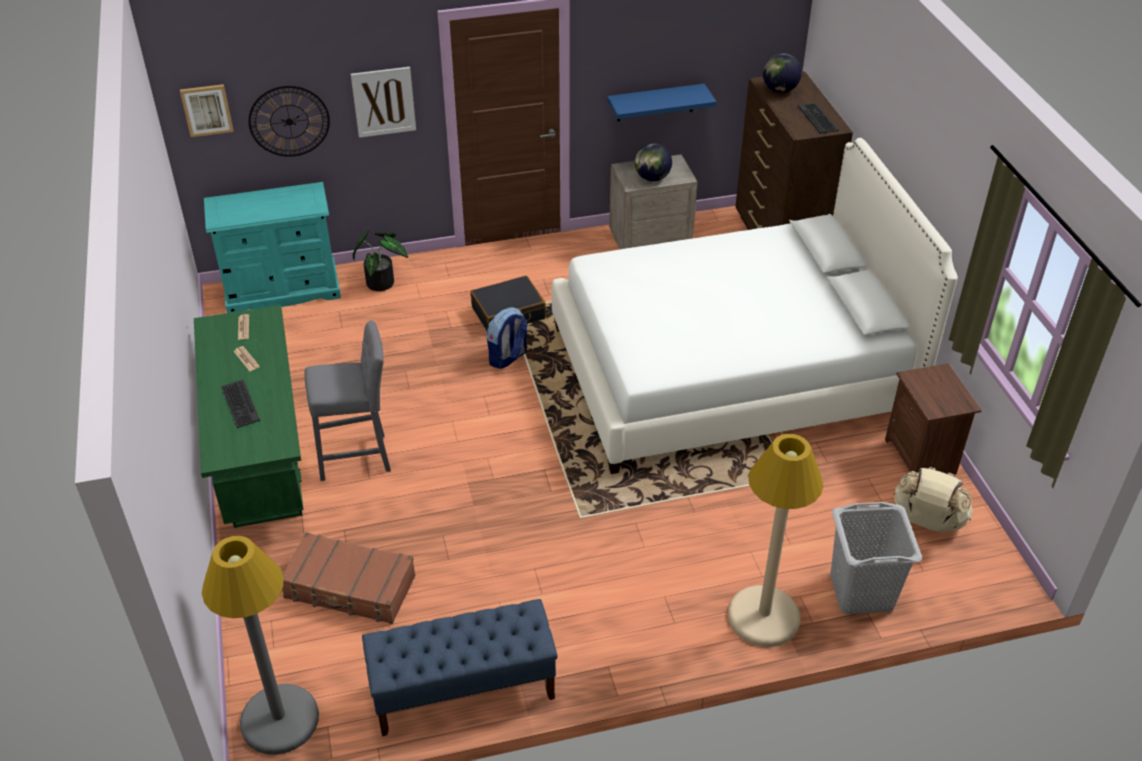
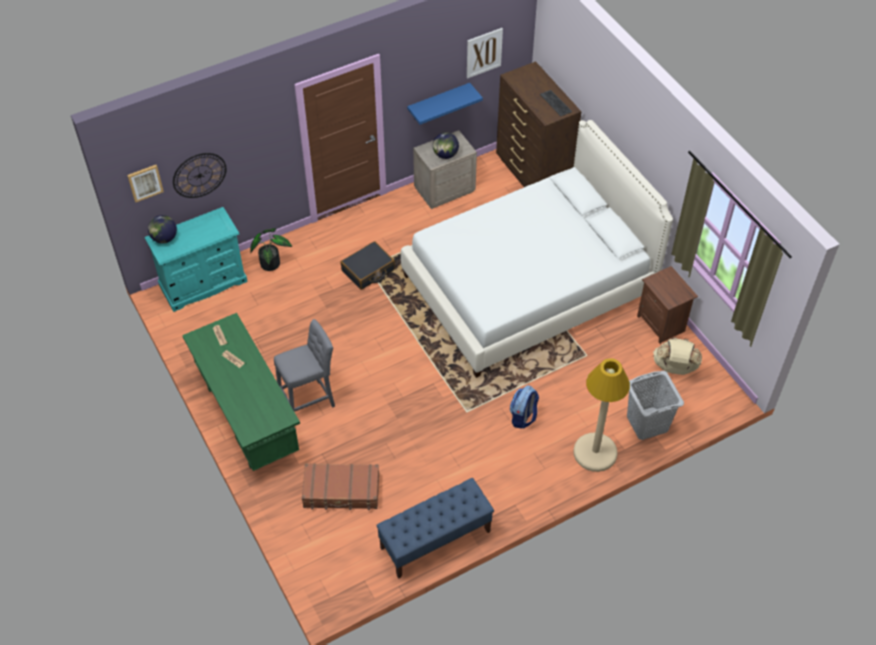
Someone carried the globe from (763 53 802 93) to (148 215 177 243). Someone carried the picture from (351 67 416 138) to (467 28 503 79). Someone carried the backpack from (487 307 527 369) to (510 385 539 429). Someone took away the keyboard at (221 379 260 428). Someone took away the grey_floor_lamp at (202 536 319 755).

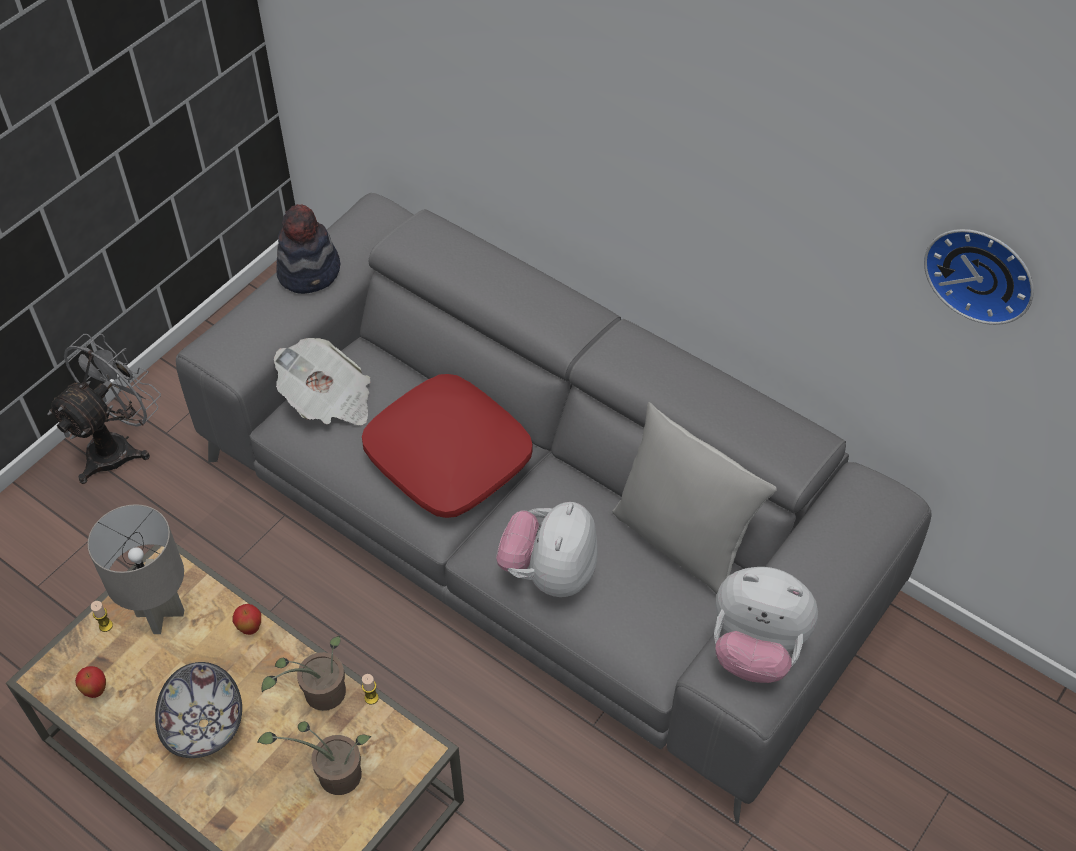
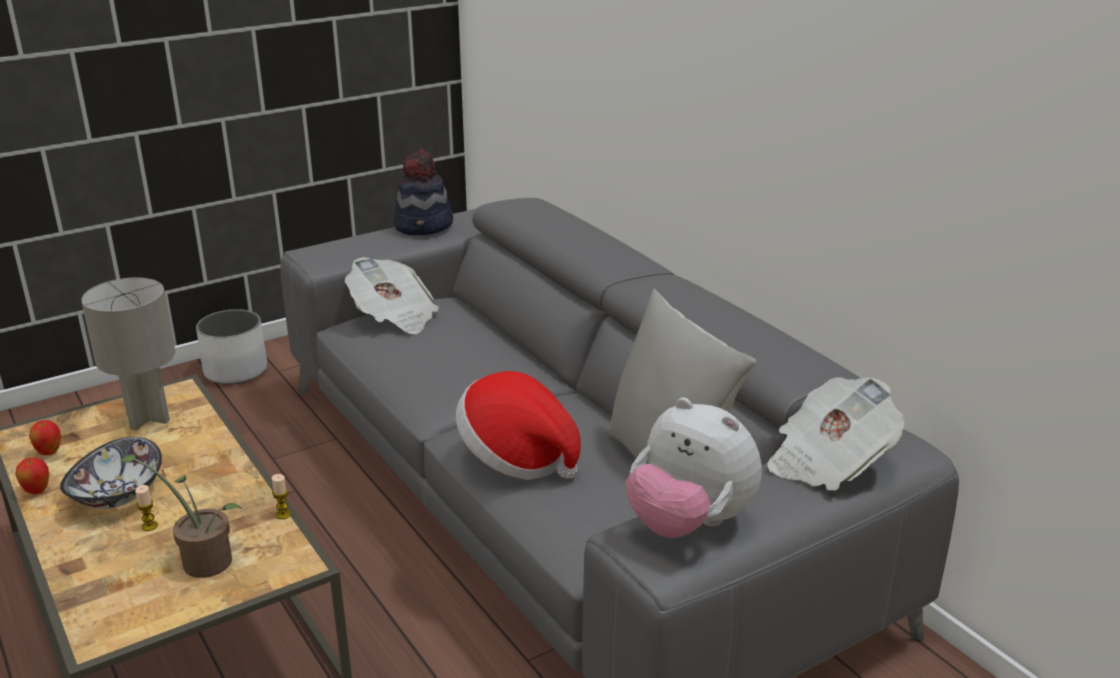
Someone took away the wall_clock at (924 229 1034 325). Someone swapped the grey_fan at (47 334 161 484) for the white_planter at (196 309 267 385). Someone took away the red_pillow at (362 374 533 518). Someone swapped the plush_toy at (496 502 598 597) for the hat at (456 371 581 480). Someone carried the candle from (91 601 113 632) to (135 485 158 531). Someone carried the apple from (232 604 261 635) to (15 457 49 494). Someone took away the potted_plant at (262 636 346 711). Someone put down the newspaper at (767 377 904 491).

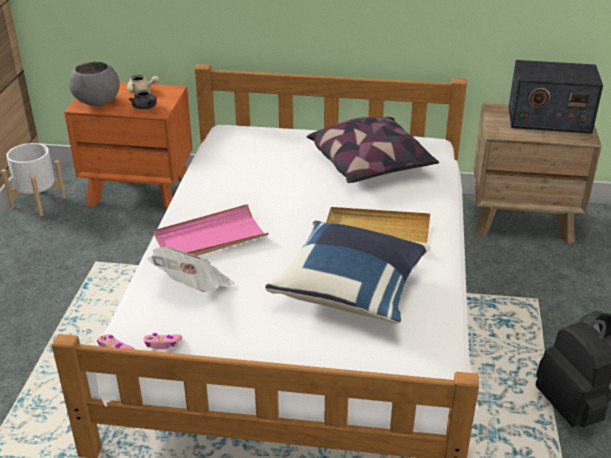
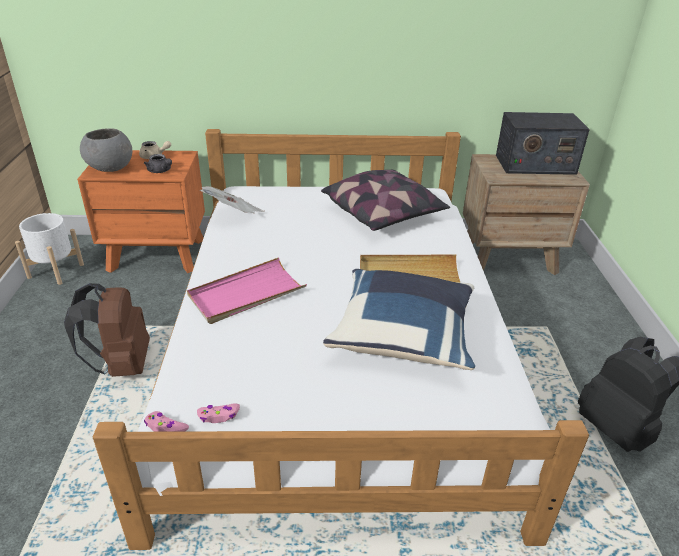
Someone carried the newspaper from (148 246 235 292) to (200 186 265 214). Someone put down the brown_backpack at (64 283 150 377).

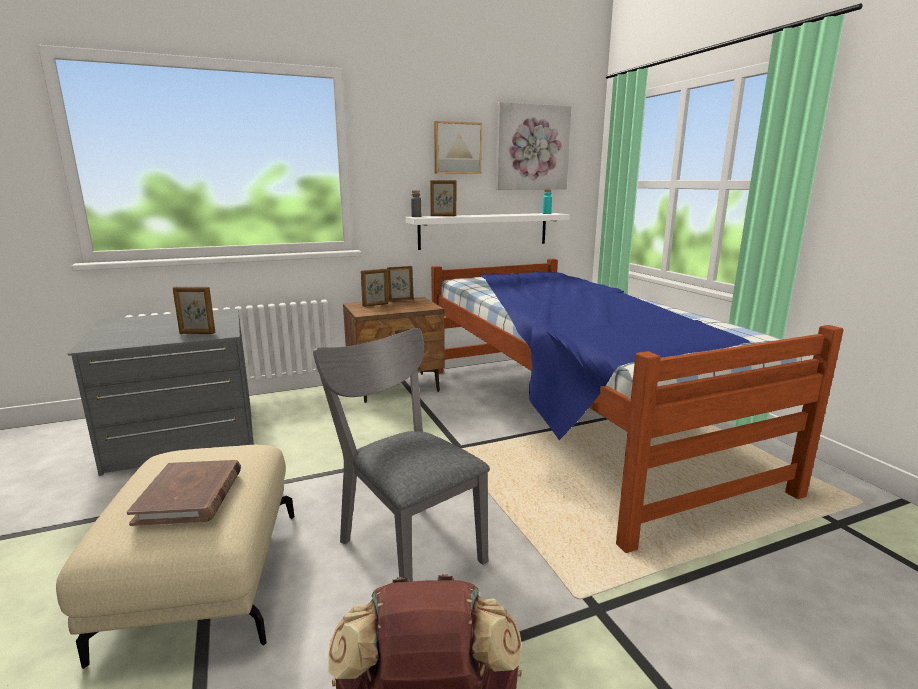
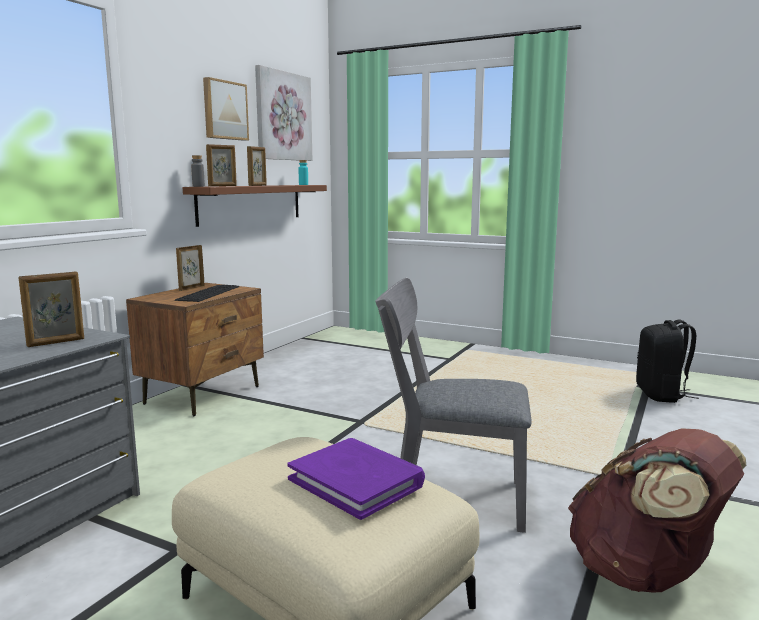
Someone repainted the white_shelf at (405 213 570 250), which became the brown_shelf at (183 185 327 227). Someone took away the bed at (431 259 843 553). Someone carried the picture_frame from (361 269 388 307) to (247 146 267 186). Someone repainted the brown_book at (127 460 241 526), which became the purple_book at (287 438 425 520). Someone put down the keyboard at (175 285 239 302). Someone put down the black_backpack at (636 319 699 403).

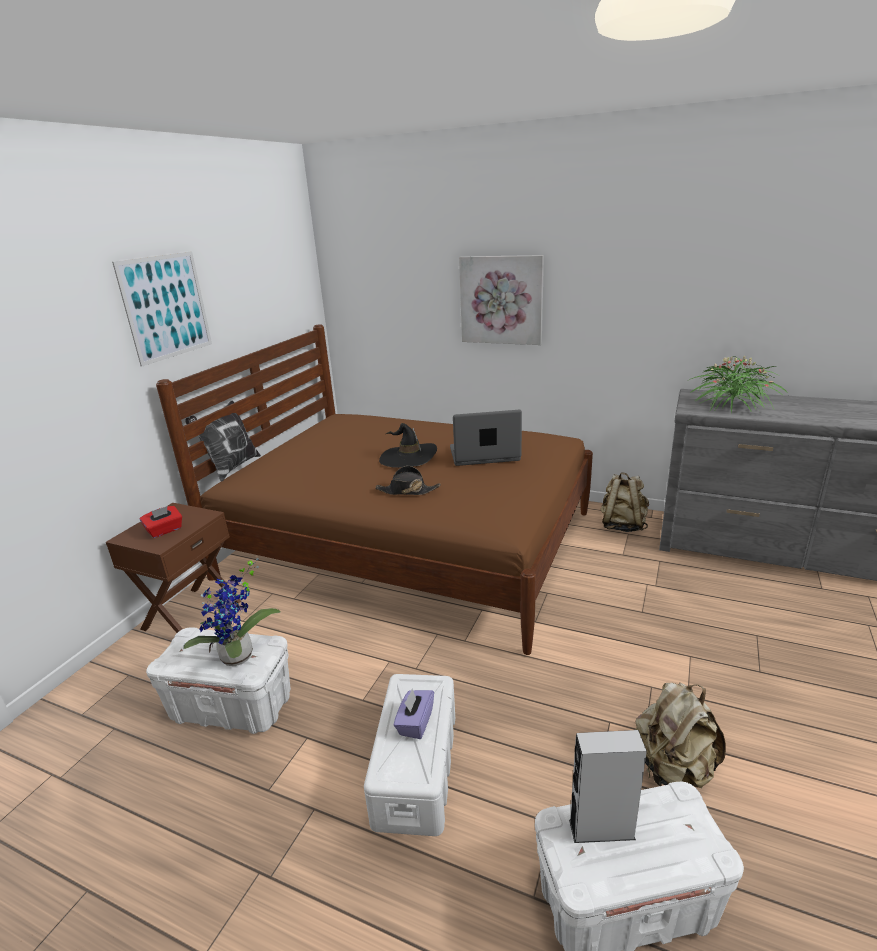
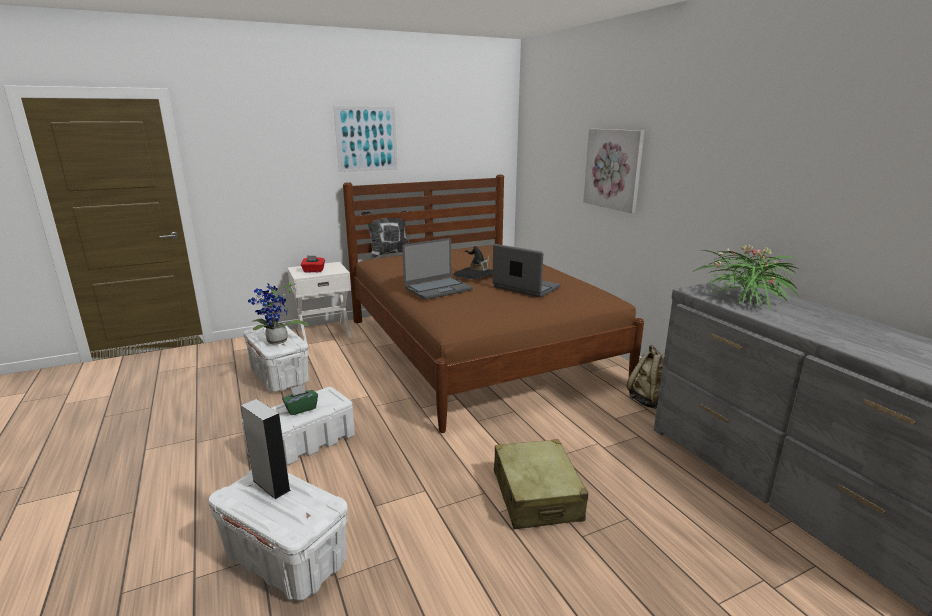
Someone swapped the black_hat at (375 466 440 495) for the laptop at (402 238 473 300). Someone repainted the brown_nightstand at (106 503 241 633), which became the white_nightstand at (287 262 352 342). Someone took away the beige_backpack at (636 682 726 788). Someone repainted the purple_tissue_box at (394 689 434 739), which became the green_tissue_box at (282 384 318 415). Someone put down the beige_suitcase at (494 439 589 529).

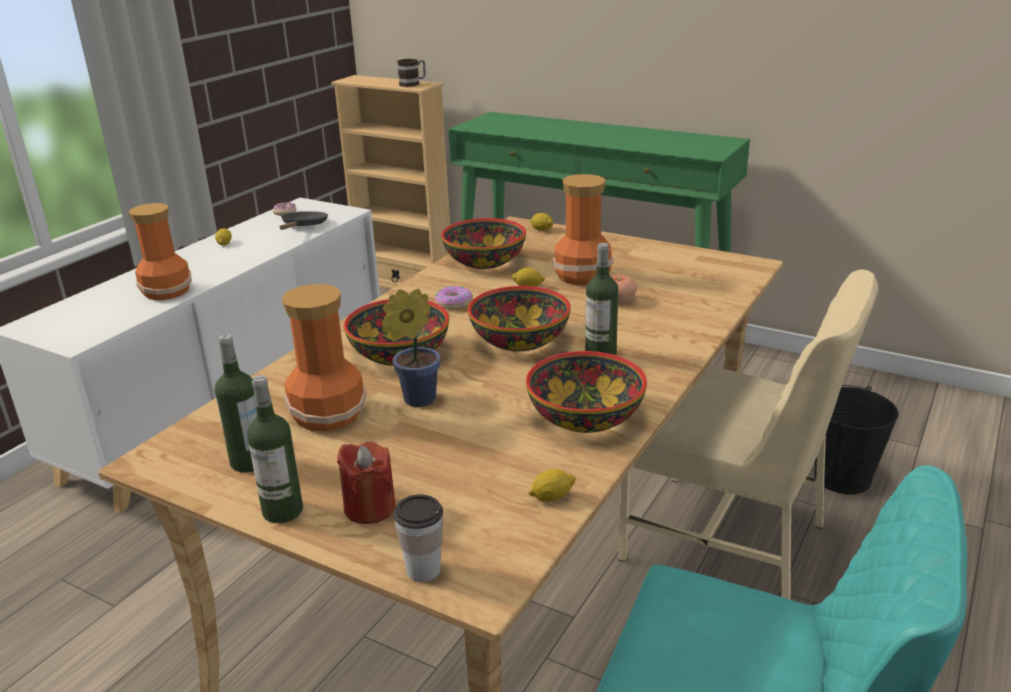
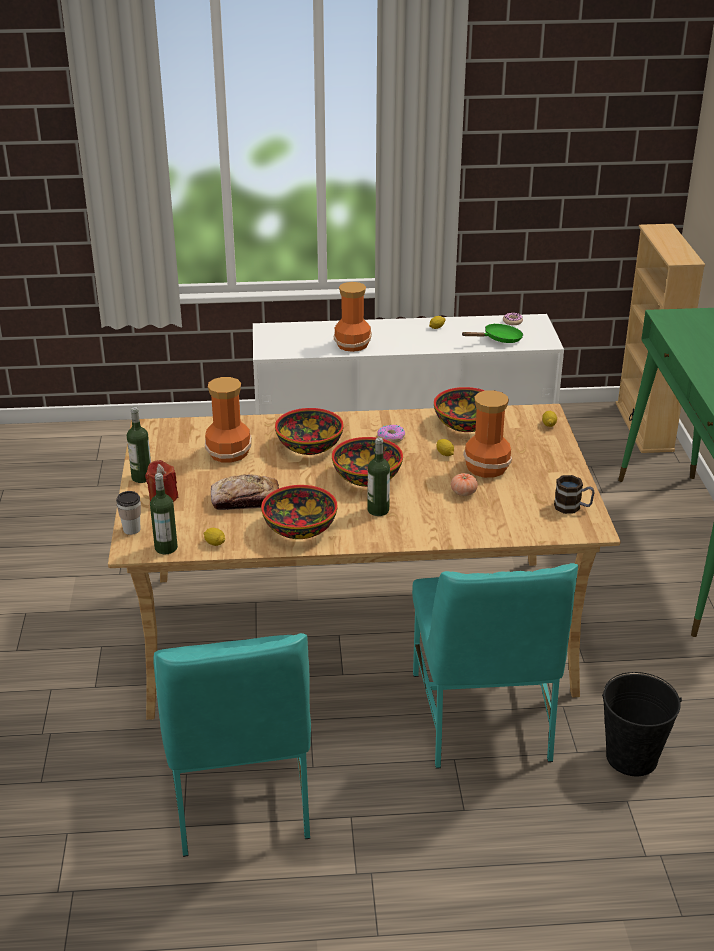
Someone carried the mug from (397 59 425 87) to (554 475 595 514). Someone repainted the black_frying_pan at (280 211 328 230), which became the green_frying_pan at (461 323 523 343). Someone repainted the beige_chair at (618 270 878 599), which became the turquoise_chair at (412 563 578 769). Someone took away the potted_plant at (382 289 441 407). Someone carried the bottle from (215 334 257 473) to (150 473 178 554). Someone put down the bread at (211 474 279 510).

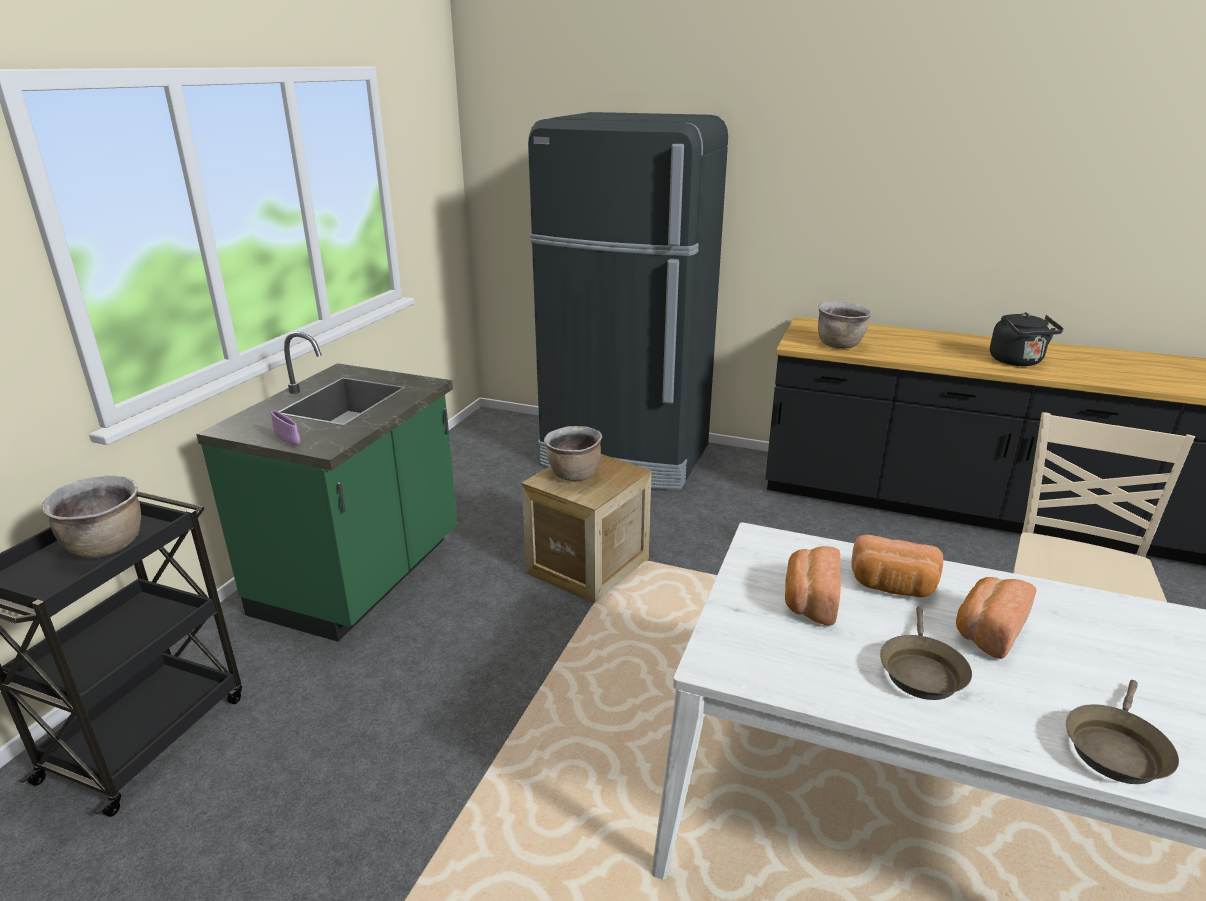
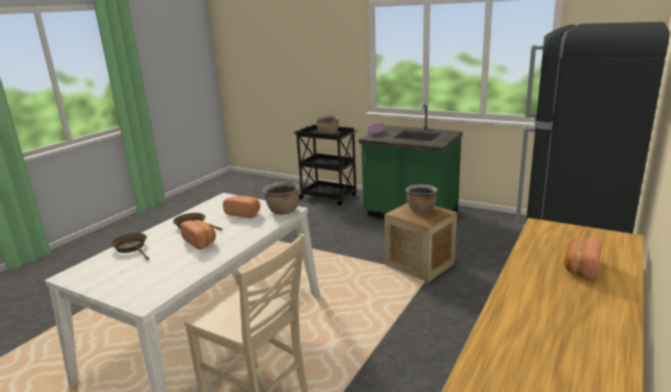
Someone carried the brown_cooking_pot from (818 301 872 349) to (263 181 299 214). Someone took away the black_kettle at (990 312 1064 366). Someone carried the bread from (851 535 943 597) to (564 237 602 280).

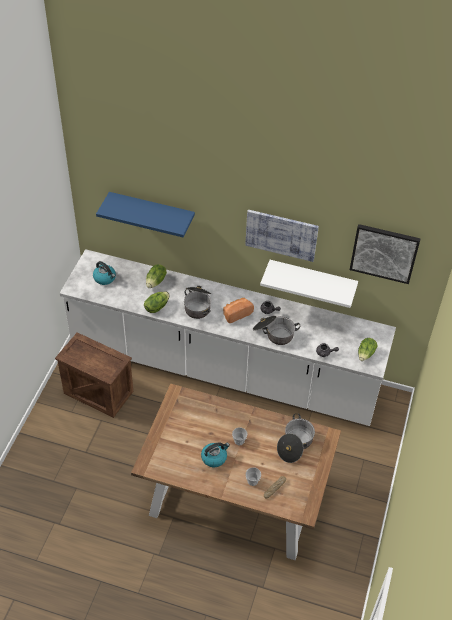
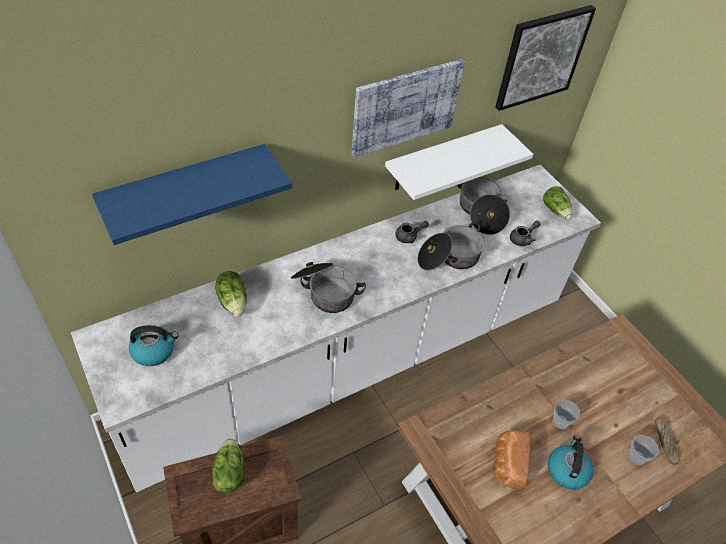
Someone carried the lettuce from (144 292 170 313) to (212 438 244 493). Someone carried the bread from (223 298 254 323) to (493 430 531 491). Someone carried the cooking_pot from (277 413 315 463) to (457 177 510 235).

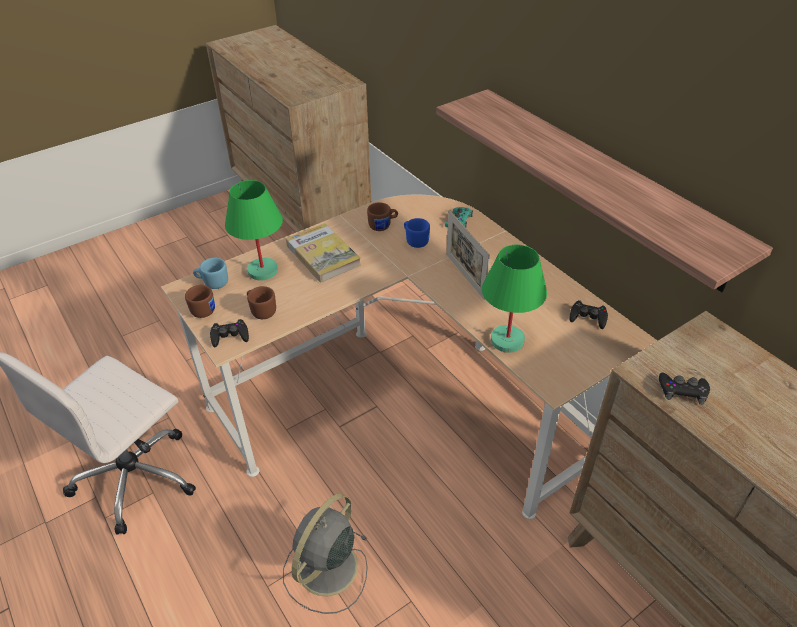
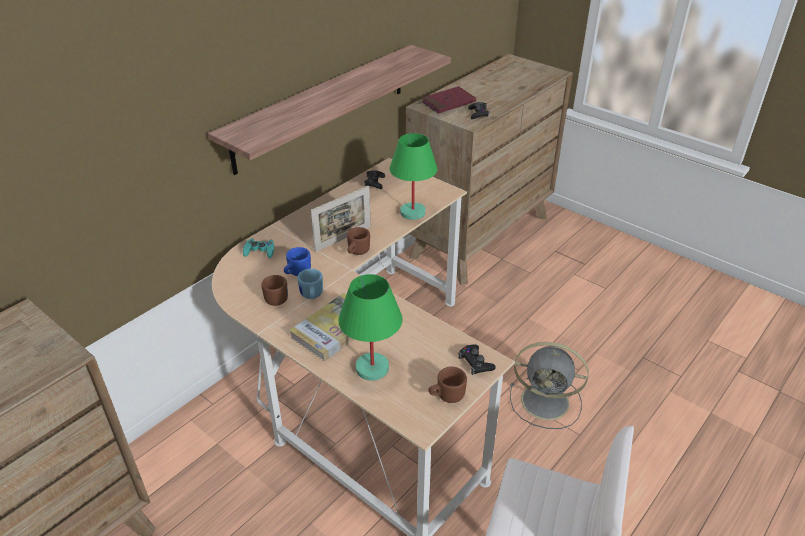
Someone carried the blue_mug from (193 258 228 289) to (297 269 323 299). Someone carried the brown_mug from (247 286 276 319) to (347 227 370 255). Someone put down the red_book at (422 86 476 114).

